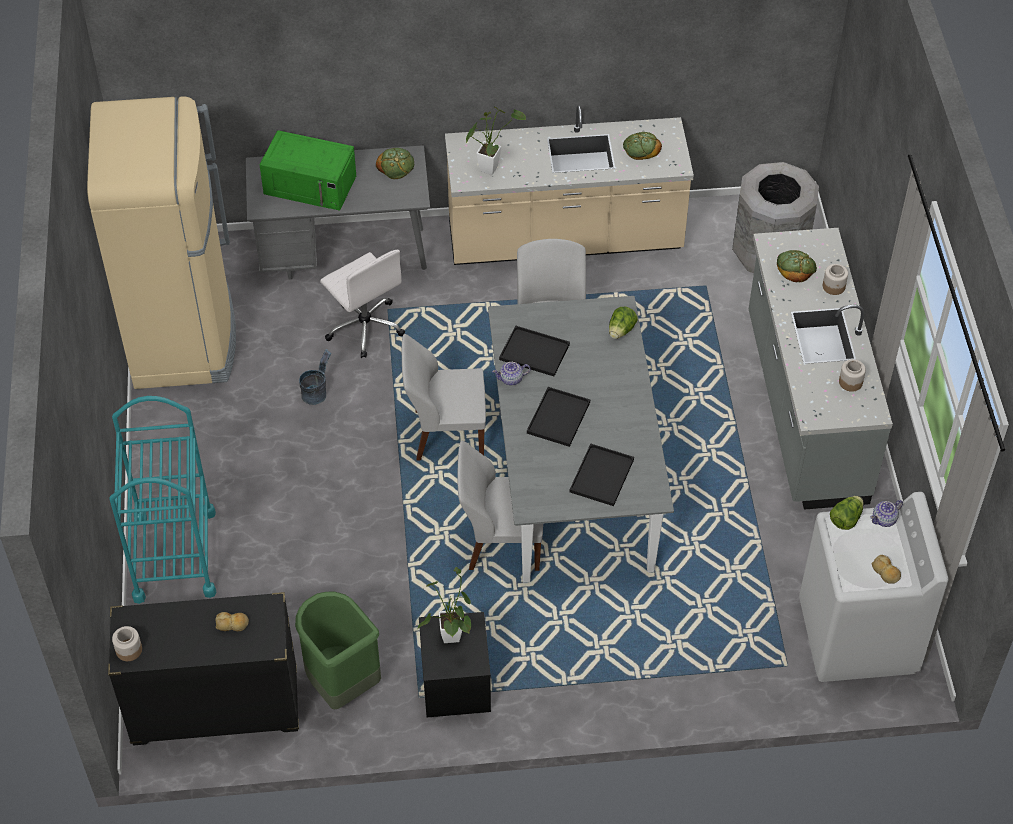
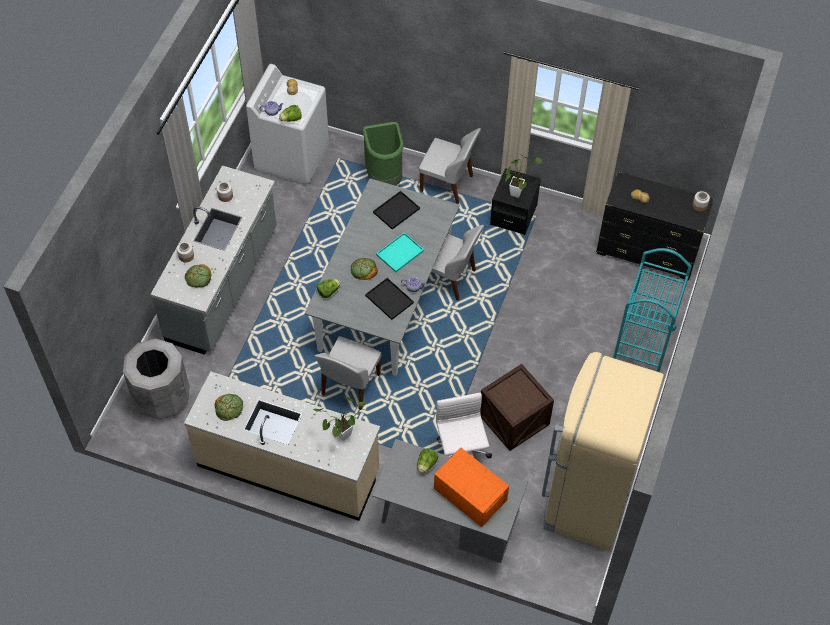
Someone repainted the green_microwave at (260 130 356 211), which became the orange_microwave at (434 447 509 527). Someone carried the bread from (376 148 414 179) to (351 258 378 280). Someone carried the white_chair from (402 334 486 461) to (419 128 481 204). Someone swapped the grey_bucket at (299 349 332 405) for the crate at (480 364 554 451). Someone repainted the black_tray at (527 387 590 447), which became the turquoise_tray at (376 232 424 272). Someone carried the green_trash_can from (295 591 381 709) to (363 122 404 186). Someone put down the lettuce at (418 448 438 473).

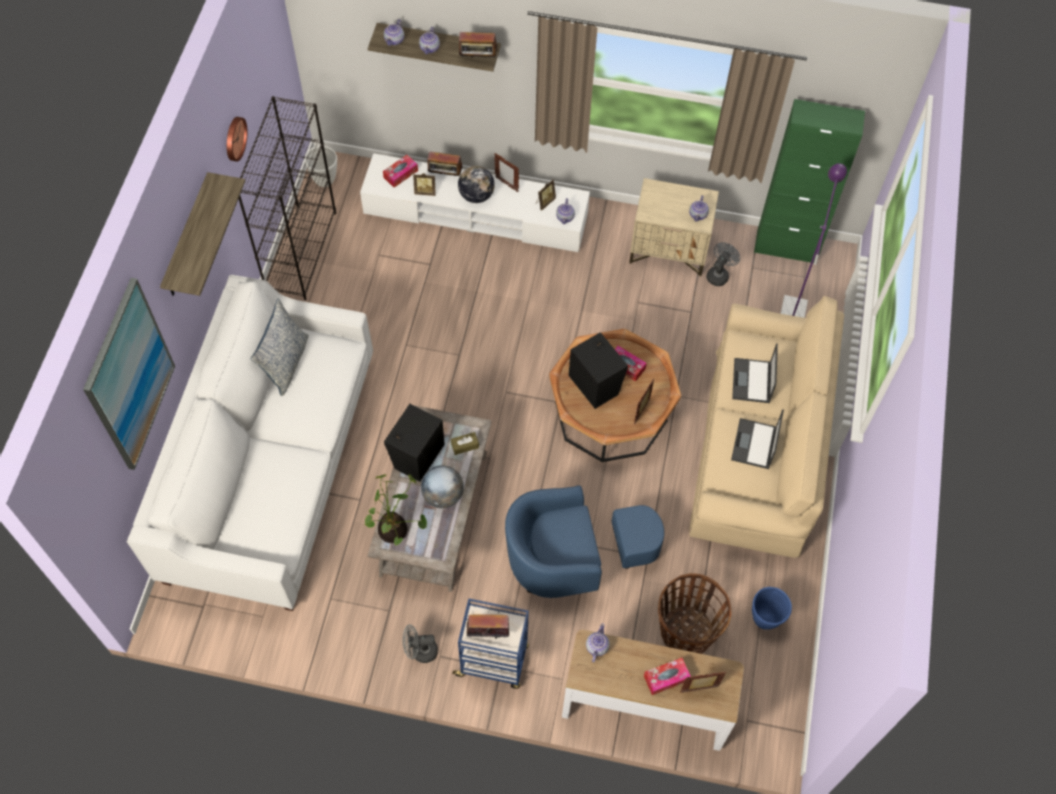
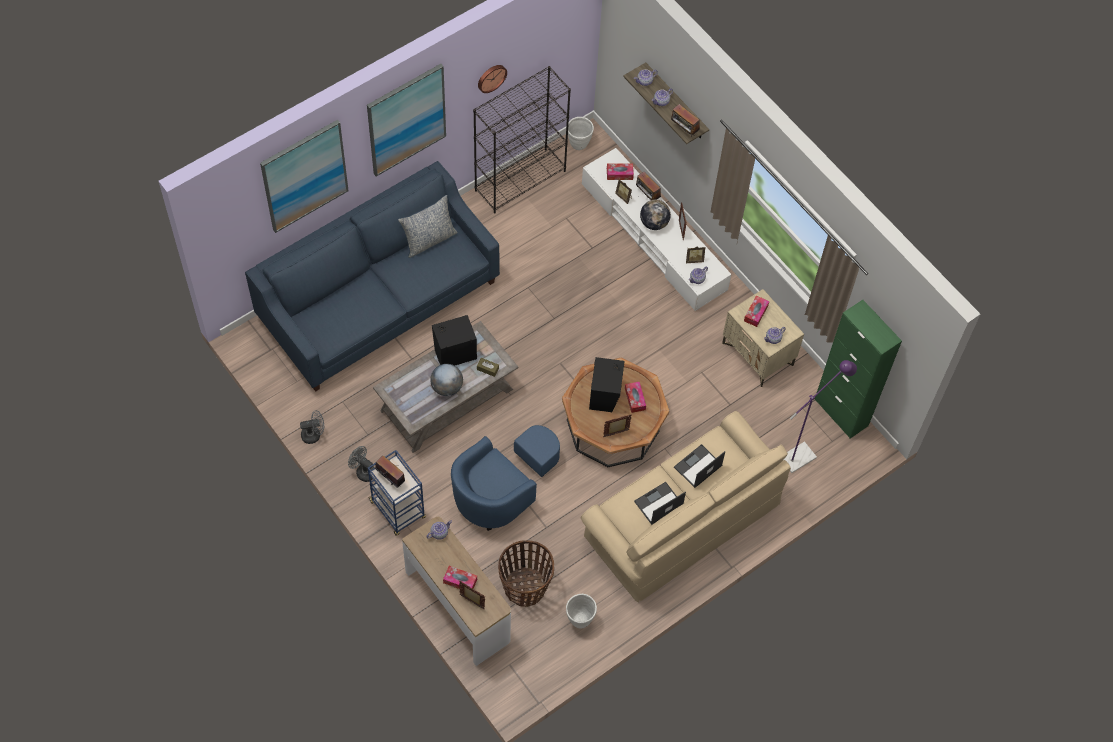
Someone swapped the shelf at (160 172 245 296) for the picture at (367 64 446 176). Someone carried the grey_fan from (707 242 740 286) to (300 410 324 444). Someone repainted the white_sofa at (127 275 373 611), which became the blue_sofa at (245 161 500 392). Someone took away the potted_plant at (364 474 427 546). Someone rotated the blue_armchair at (505 485 664 598) by 75 degrees counterclockwise. Someone repainted the blue_planter at (752 587 792 630), which became the white_planter at (566 594 597 629). Someone put down the tissue_box at (744 295 769 327).

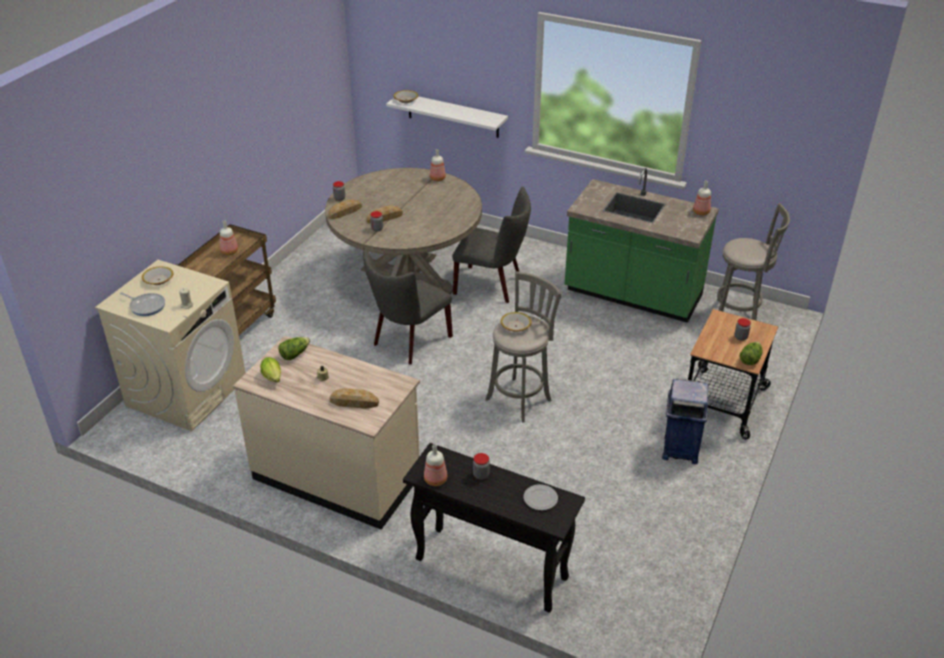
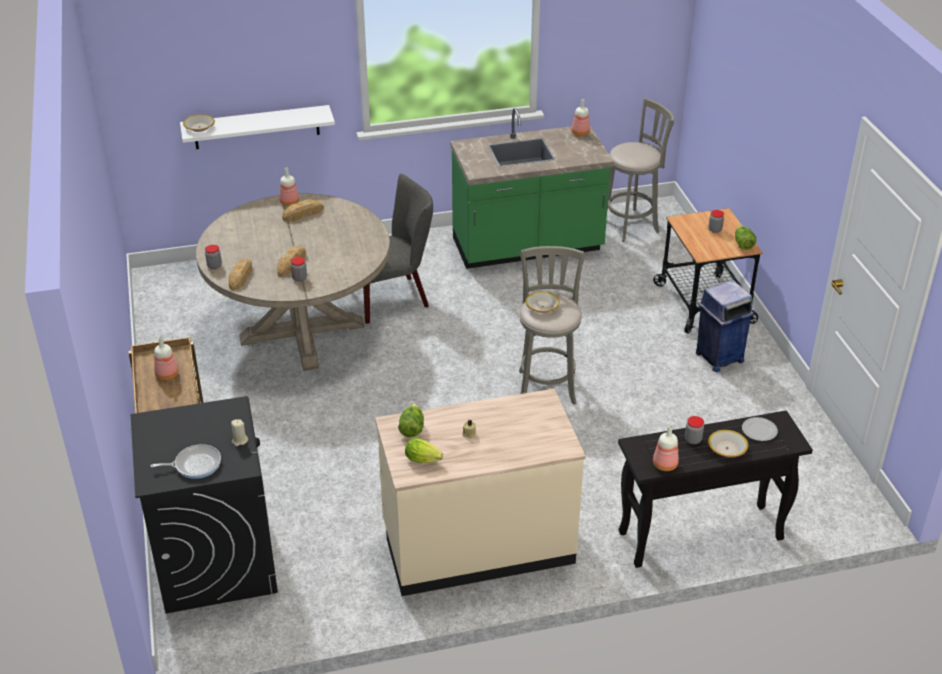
Someone took away the grey_chair at (363 249 453 365). Someone repainted the beige_washing_machine at (95 260 246 431), which became the black_washing_machine at (130 396 278 613). Someone carried the bowl from (142 266 173 285) to (708 430 748 457). Someone carried the bread from (330 388 379 409) to (282 200 324 222).

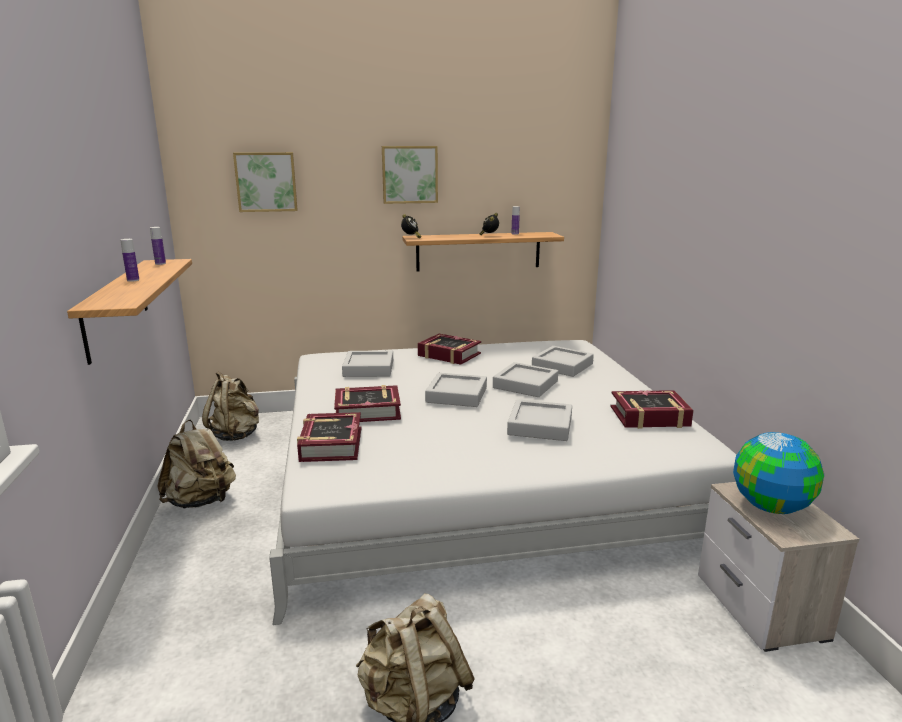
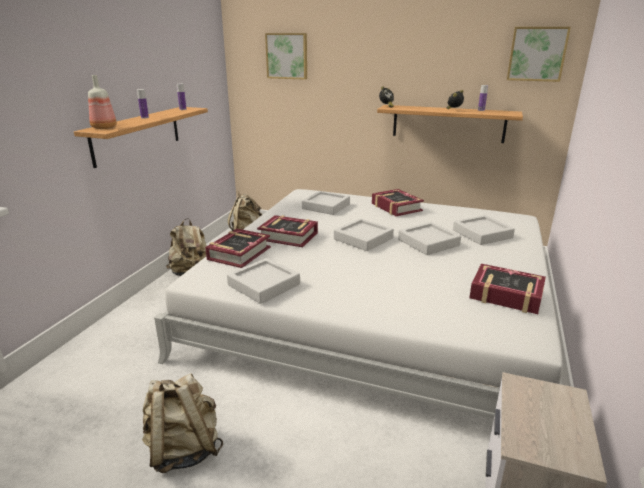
Someone carried the picture from (382 146 438 204) to (507 27 571 82). Someone carried the grey_tray from (507 399 572 441) to (227 258 300 304). Someone took away the globe at (733 432 824 514). Someone put down the bottle at (88 75 117 129).

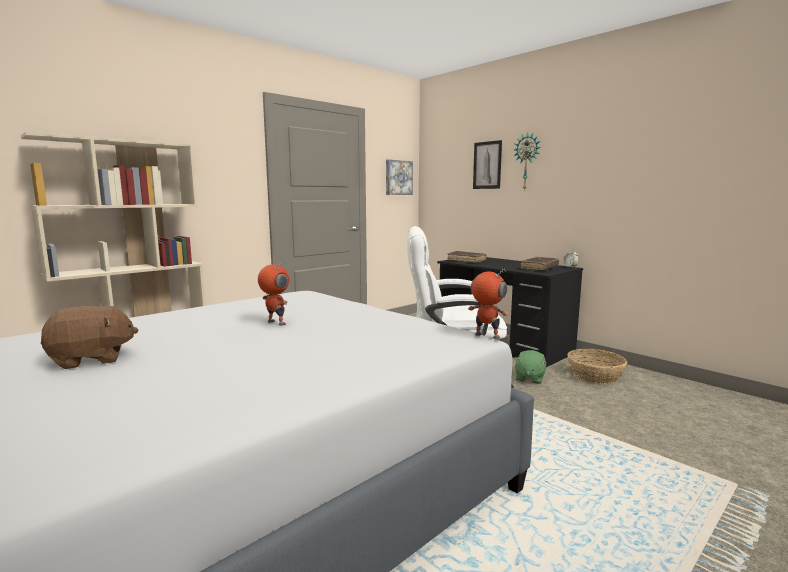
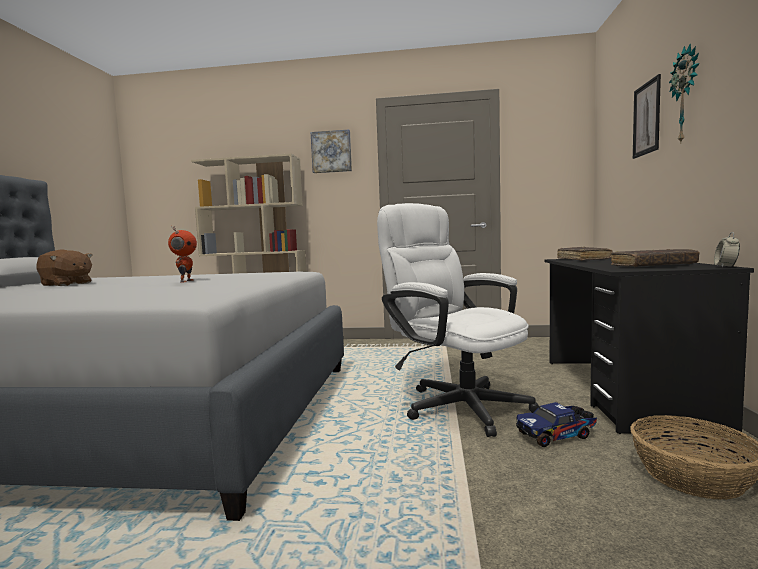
Someone carried the picture from (386 160 413 195) to (311 129 352 173). Someone took away the toy_robot at (468 269 508 339). Someone swapped the green_plush_toy at (514 350 546 384) for the toy_truck at (516 402 597 447).

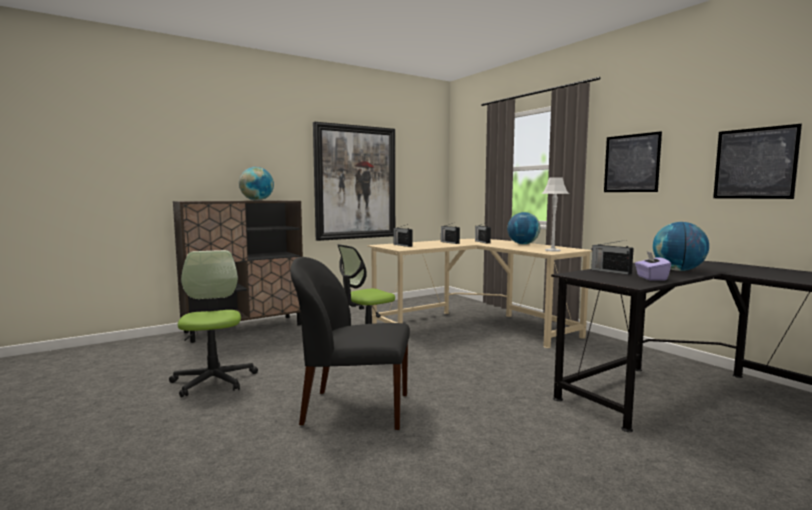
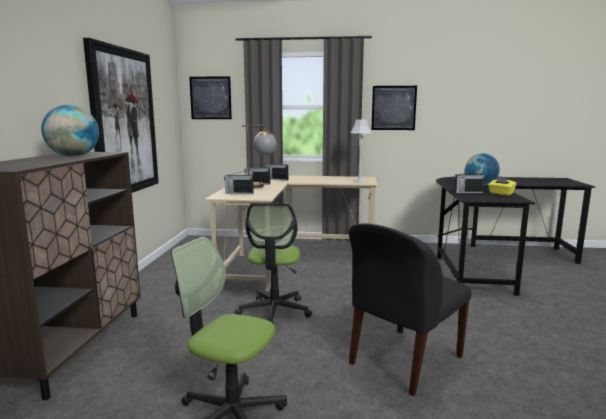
Someone carried the picture from (713 124 802 199) to (189 76 232 119). Someone took away the globe at (507 212 540 244). Someone repainted the purple_tissue_box at (635 251 671 281), which became the yellow_tissue_box at (488 176 517 195). Someone put down the table_lamp at (242 125 277 188).

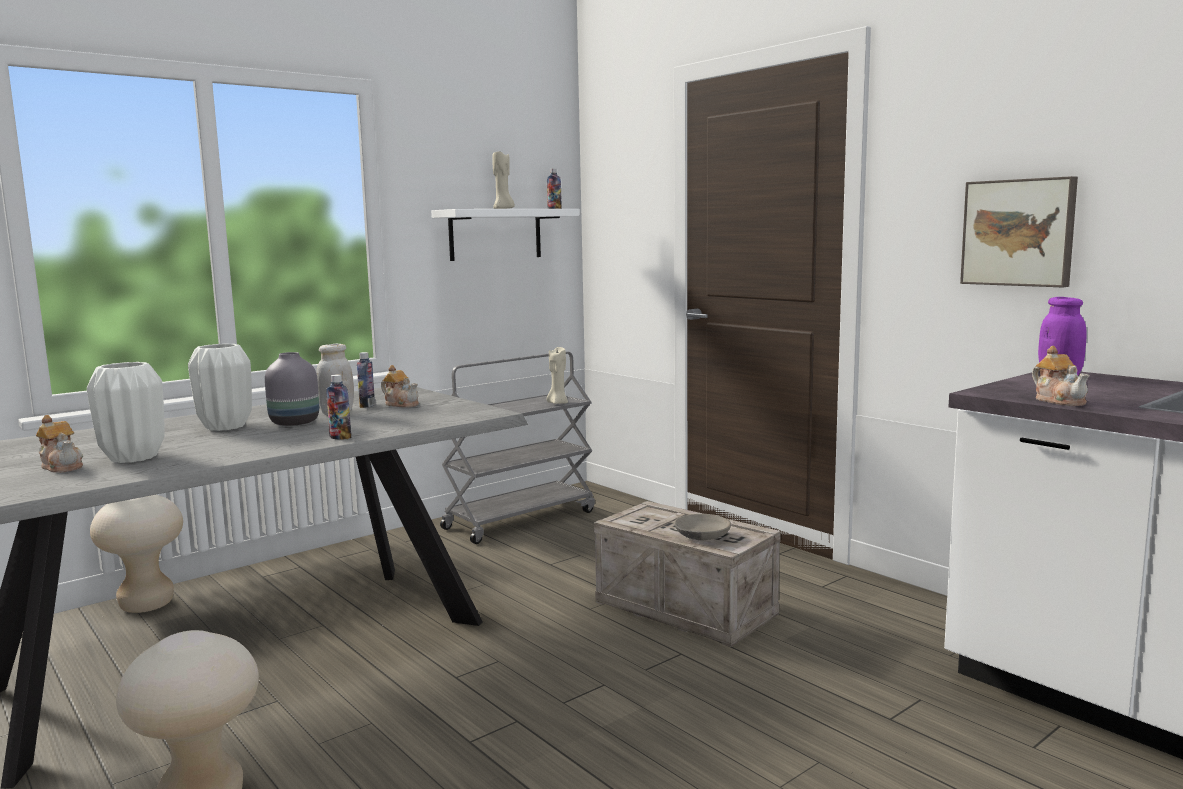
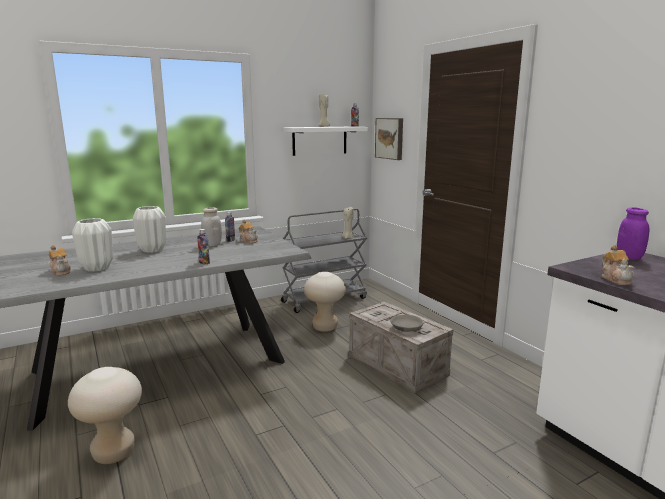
Someone carried the picture from (960 176 1078 287) to (375 118 403 160). Someone took away the grey_vase at (265 352 319 426). Someone carried the beige_stool from (90 495 183 613) to (304 272 346 332).

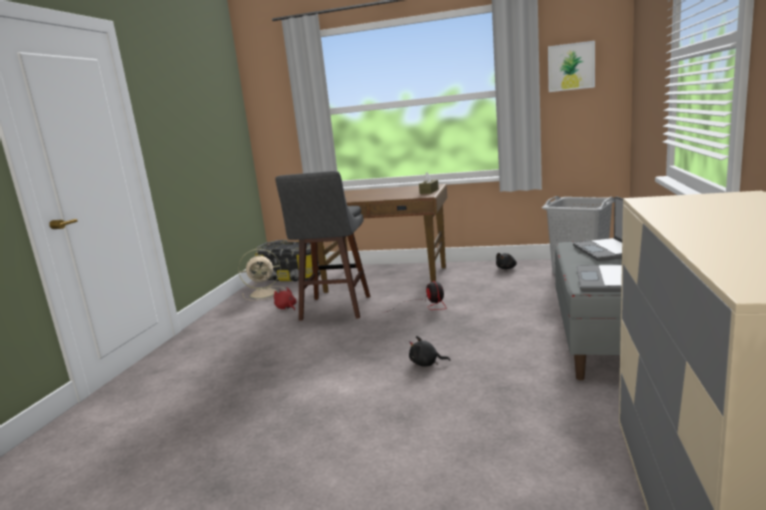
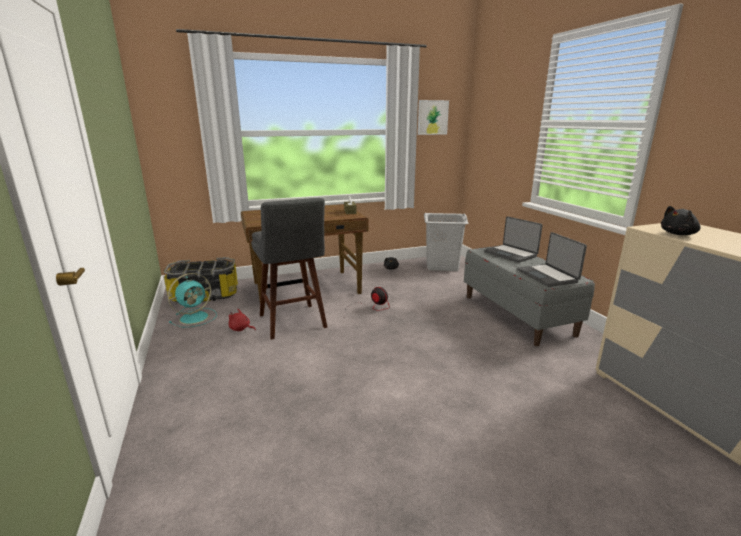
Someone repainted the beige_fan at (238 249 285 301), which became the turquoise_fan at (168 273 217 327). Someone carried the black_plush_toy from (409 336 451 367) to (661 206 701 235).

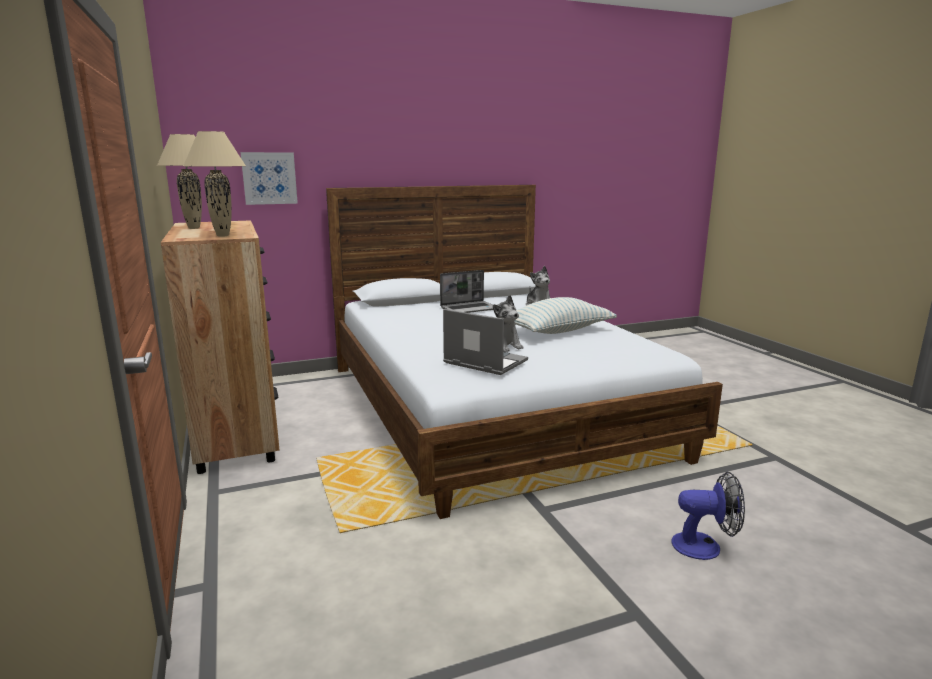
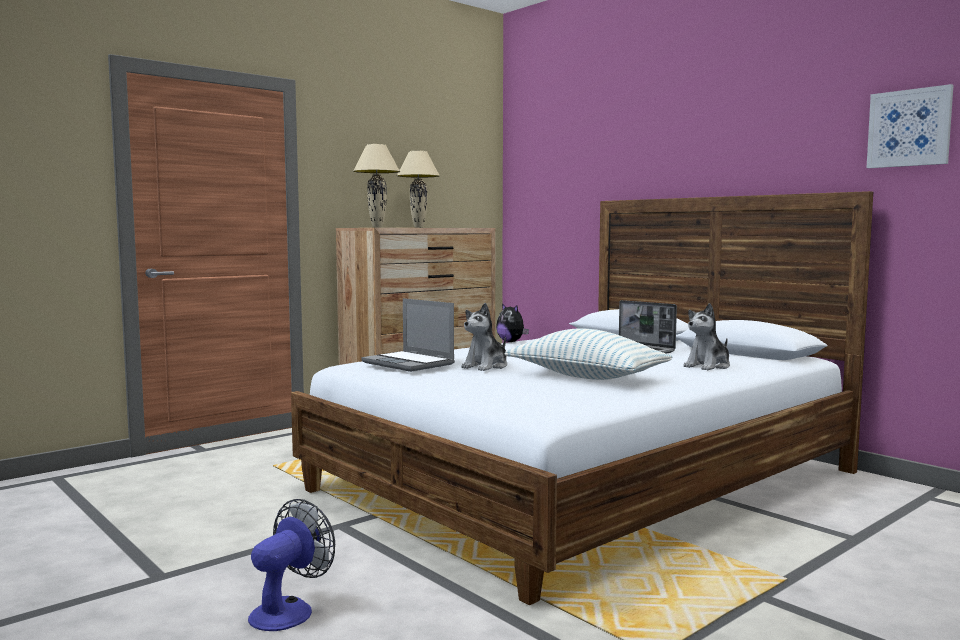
Someone carried the picture from (241 152 298 205) to (867 84 954 168). Someone rotated the laptop at (443 309 528 375) by 120 degrees clockwise. Someone rotated the fan at (671 472 745 560) by 135 degrees counterclockwise. Someone put down the plush_toy at (496 303 529 342).

